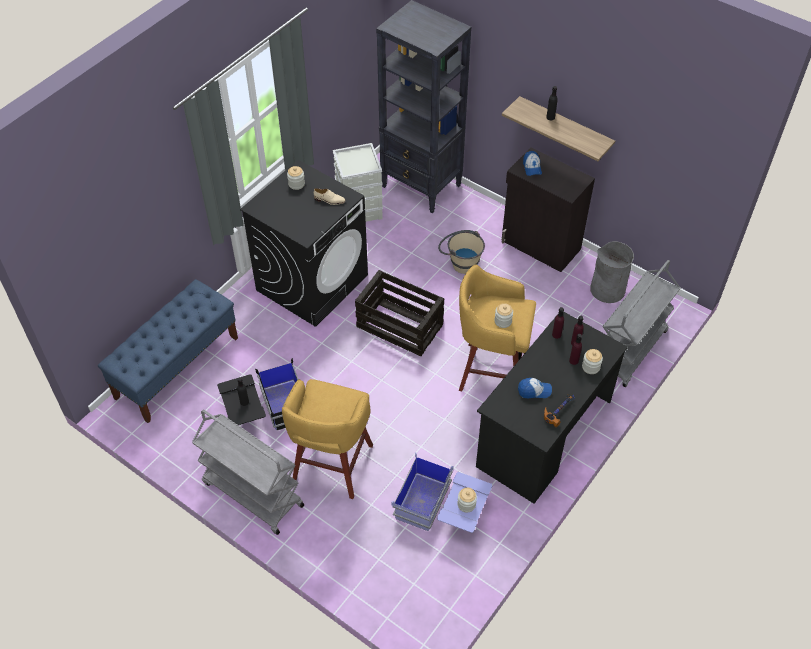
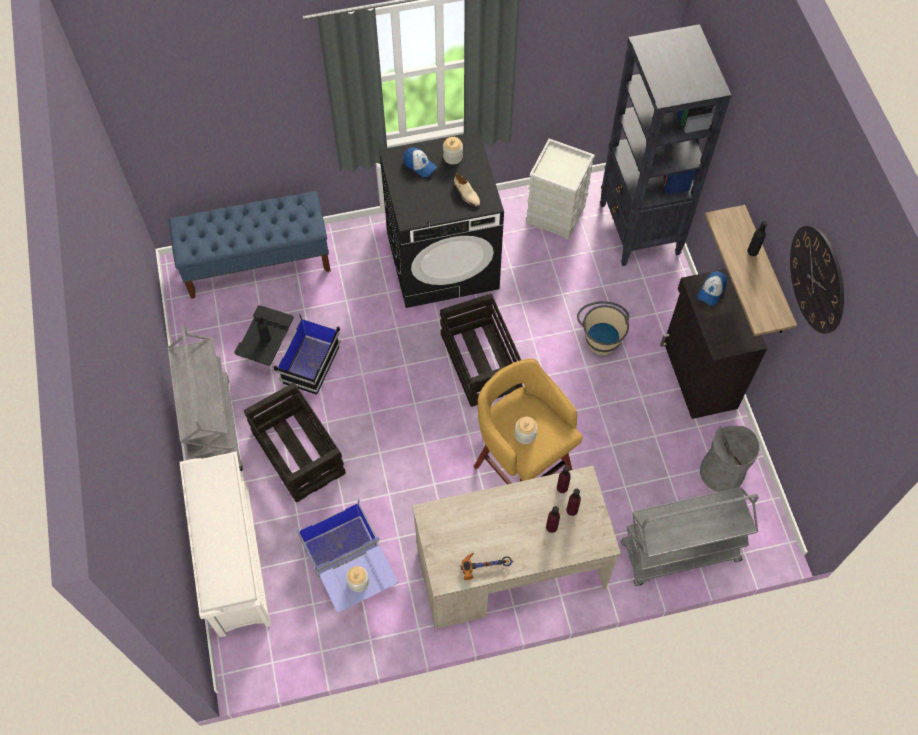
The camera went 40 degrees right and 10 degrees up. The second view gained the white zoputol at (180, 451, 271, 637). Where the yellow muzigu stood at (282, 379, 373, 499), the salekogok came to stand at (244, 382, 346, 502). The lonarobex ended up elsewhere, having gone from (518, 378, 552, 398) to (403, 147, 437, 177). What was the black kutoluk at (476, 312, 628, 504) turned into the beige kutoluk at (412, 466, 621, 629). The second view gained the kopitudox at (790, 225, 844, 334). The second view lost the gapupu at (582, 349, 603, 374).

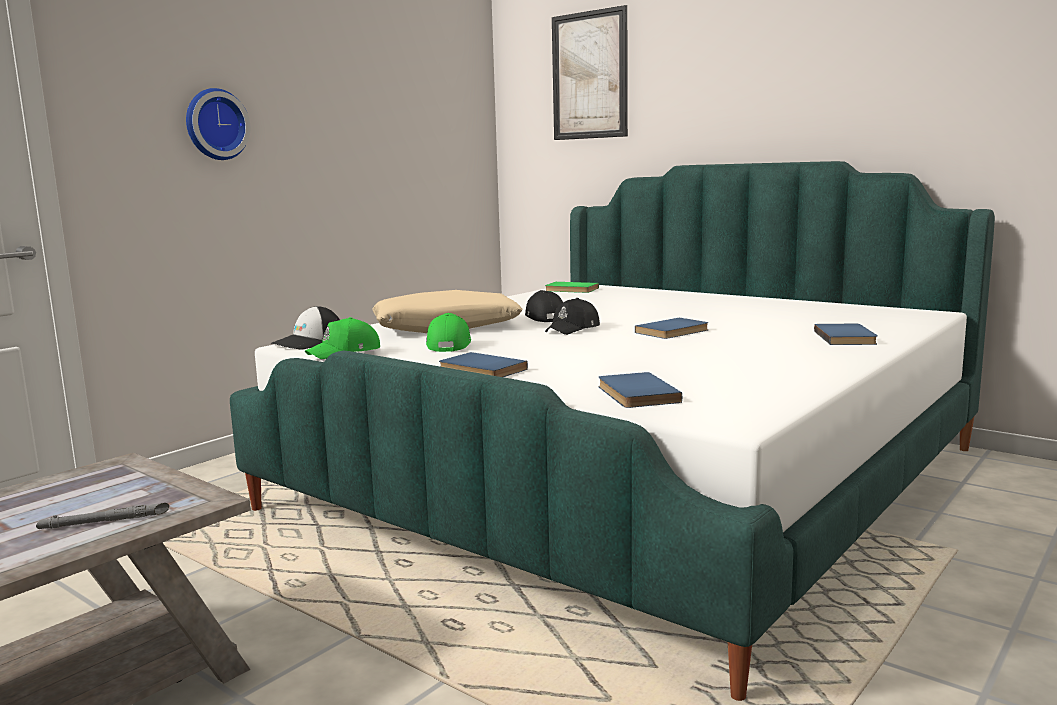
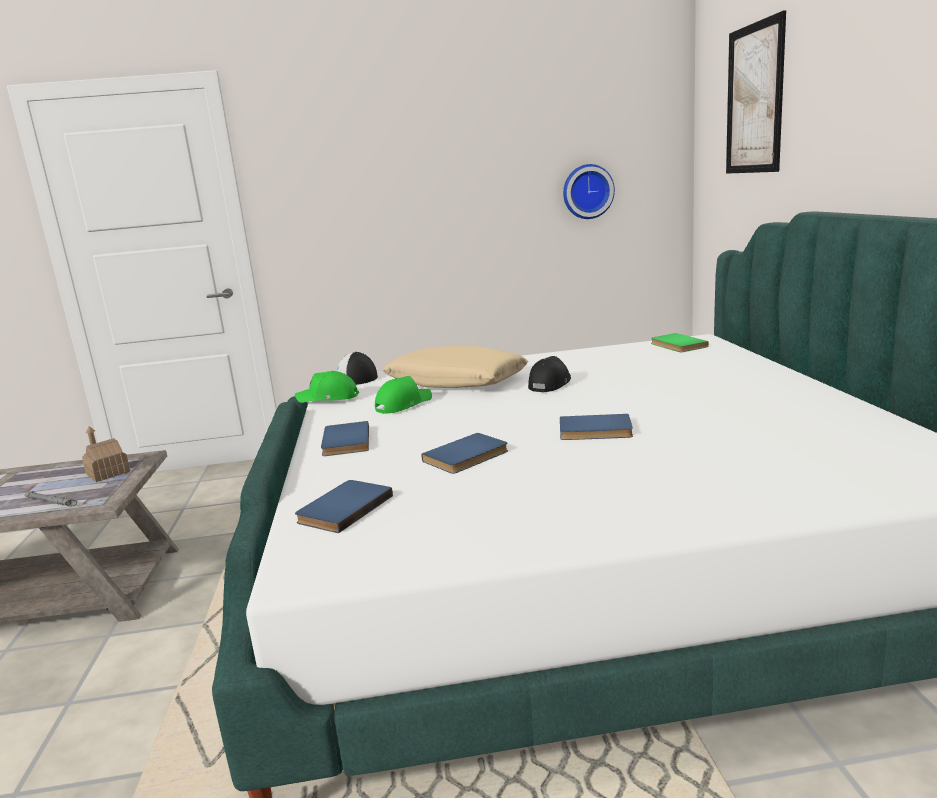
The camera went 45 degrees right and 5 degrees up. The second view gained the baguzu at (82, 426, 130, 482). The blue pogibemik ended up elsewhere, having gone from (814, 324, 877, 345) to (421, 433, 508, 474). The kopitudox ended up elsewhere, having gone from (186, 88, 250, 160) to (563, 164, 615, 219). The second view lost the black lonarobex at (545, 298, 600, 335).

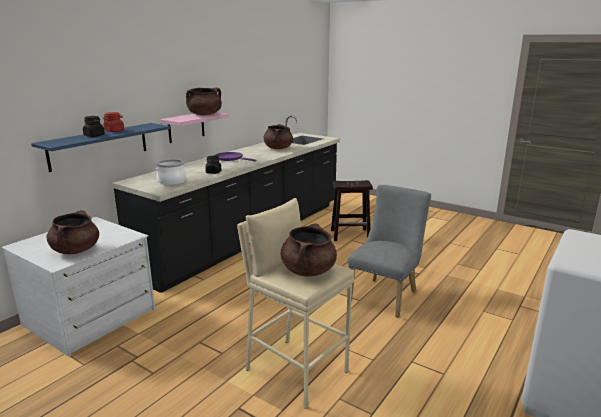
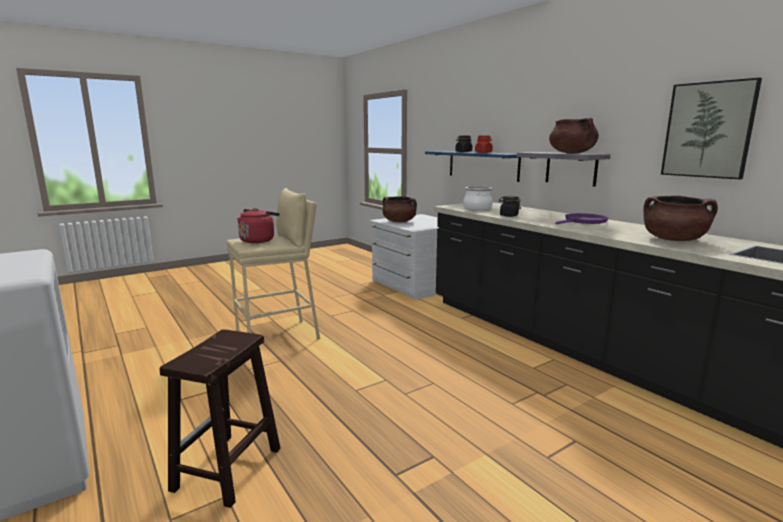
The camera went 110 degrees right and 5 degrees down. The brown muzigu ended up elsewhere, having gone from (331, 180, 373, 241) to (160, 329, 280, 508). Where the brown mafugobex stood at (281, 223, 337, 276), the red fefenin came to stand at (237, 208, 280, 243). What was the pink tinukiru at (160, 112, 229, 143) turned into the grey tinukiru at (517, 152, 611, 187). The second view gained the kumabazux at (661, 78, 762, 179). The second view lost the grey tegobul at (348, 185, 431, 318).

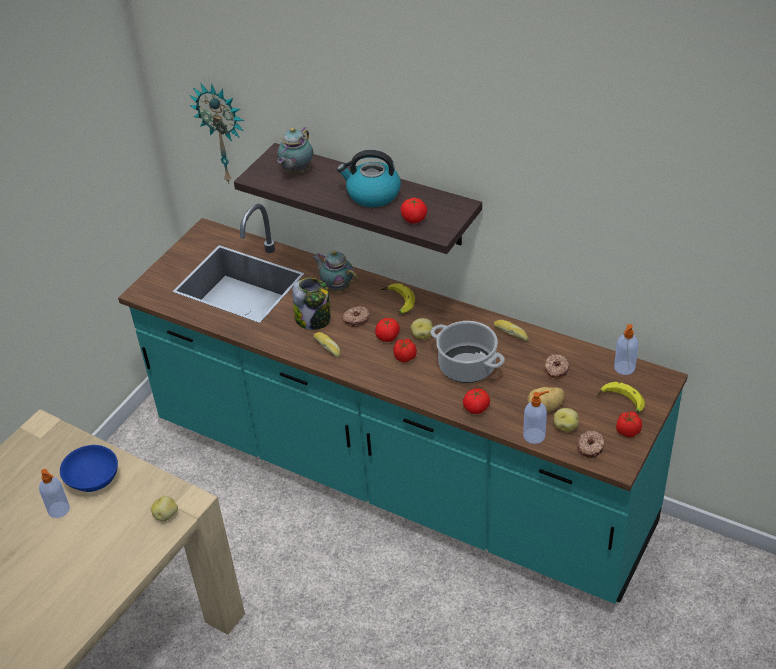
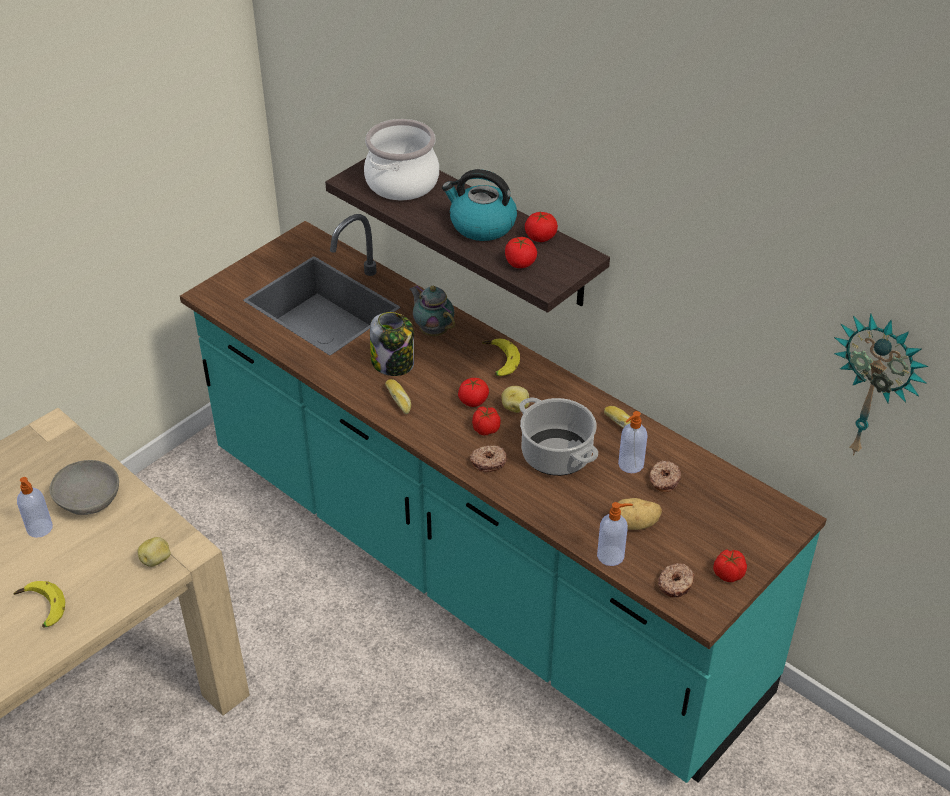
The camera went 10 degrees right and 0 degrees up. The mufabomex ended up elsewhere, having gone from (596, 382, 645, 413) to (13, 581, 65, 628). What was the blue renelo at (60, 445, 118, 492) turned into the grey renelo at (50, 460, 119, 515). Where the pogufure stood at (277, 127, 313, 173), the mafugobex came to stand at (364, 119, 439, 200). The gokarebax ended up elsewhere, having gone from (342, 306, 370, 327) to (470, 445, 507, 472). The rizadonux ended up elsewhere, having gone from (463, 388, 490, 414) to (525, 212, 558, 242). The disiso ended up elsewhere, having gone from (614, 324, 638, 375) to (618, 411, 648, 473). The kopitudox ended up elsewhere, having gone from (189, 84, 244, 184) to (834, 313, 928, 455). The second view lost the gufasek at (554, 408, 578, 432).

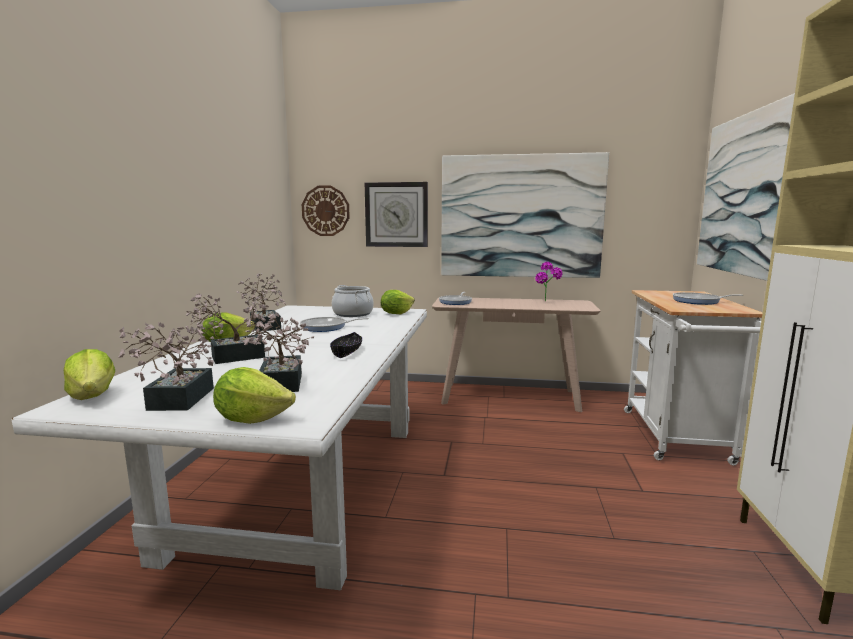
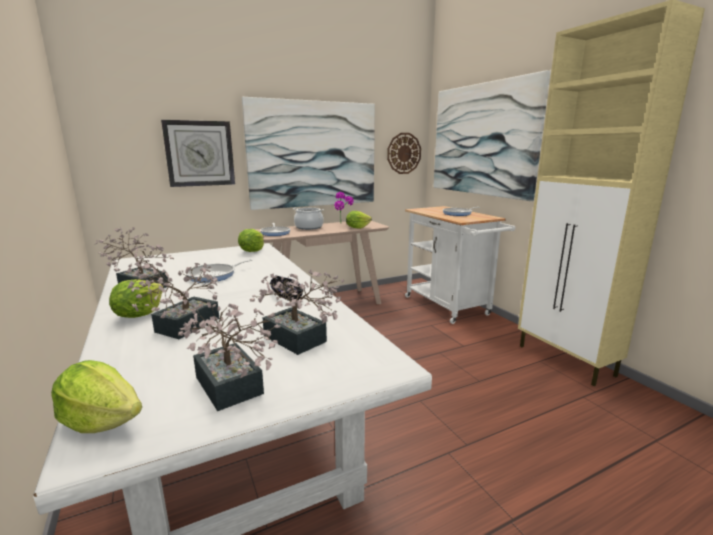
The camera went 35 degrees left and 5 degrees up. The mafugobex ended up elsewhere, having gone from (332, 285, 374, 317) to (293, 208, 324, 230). The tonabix ended up elsewhere, having gone from (213, 367, 296, 424) to (346, 211, 372, 229). The kopitudox ended up elsewhere, having gone from (302, 186, 350, 236) to (387, 133, 421, 174).

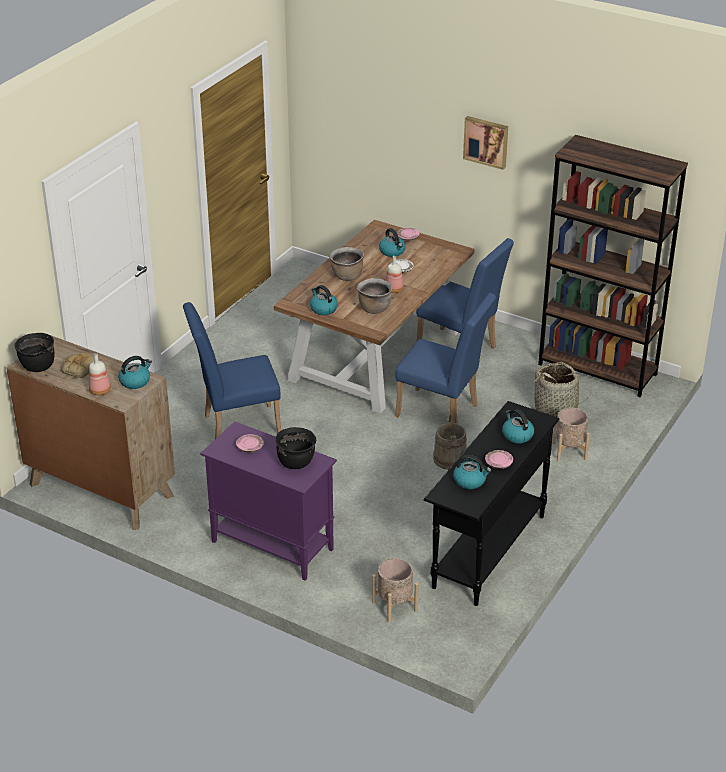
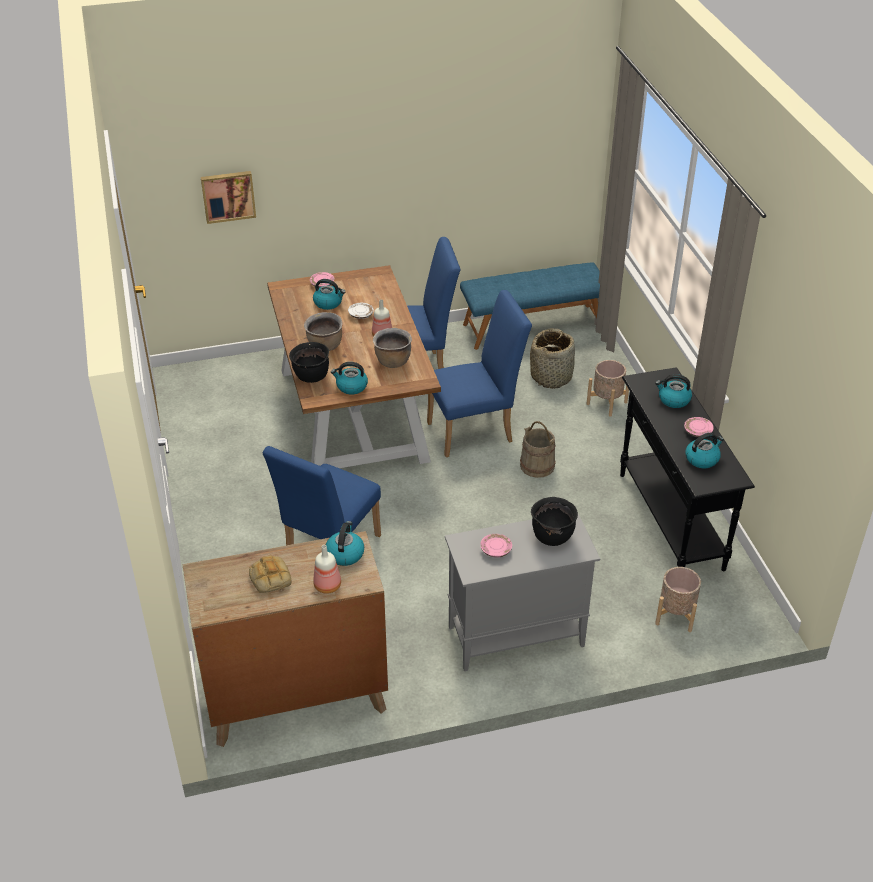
The camera went 45 degrees left and 5 degrees up. The kumabazux ended up elsewhere, having gone from (463, 116, 508, 170) to (201, 171, 256, 224). The black mafugobex ended up elsewhere, having gone from (14, 333, 55, 372) to (289, 342, 329, 383). What was the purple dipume at (200, 421, 337, 581) turned into the grey dipume at (445, 514, 600, 671). Where the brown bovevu stood at (538, 135, 688, 397), the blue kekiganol came to stand at (460, 262, 600, 350).

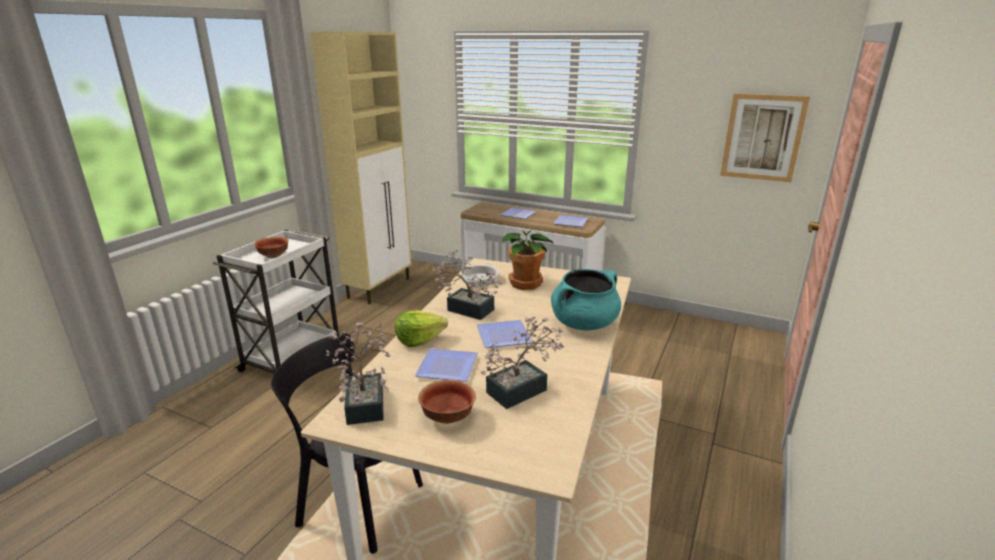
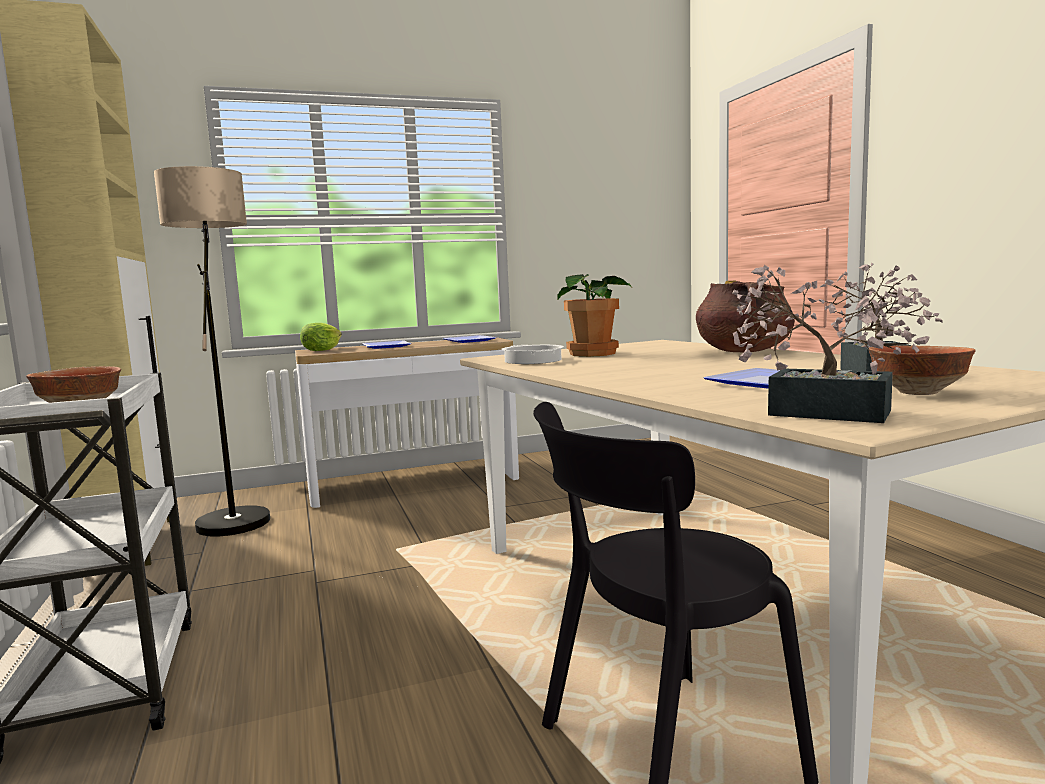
The camera went 45 degrees left and 15 degrees down. The second view gained the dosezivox at (154, 166, 270, 536). The tonabix ended up elsewhere, having gone from (395, 310, 448, 347) to (300, 323, 342, 351). What was the turquoise mafugobex at (551, 269, 621, 330) turned into the brown mafugobex at (696, 281, 795, 352). The second view lost the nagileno at (432, 250, 503, 320). The second view lost the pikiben at (476, 320, 532, 348). The second view lost the kumabazux at (720, 93, 810, 182).

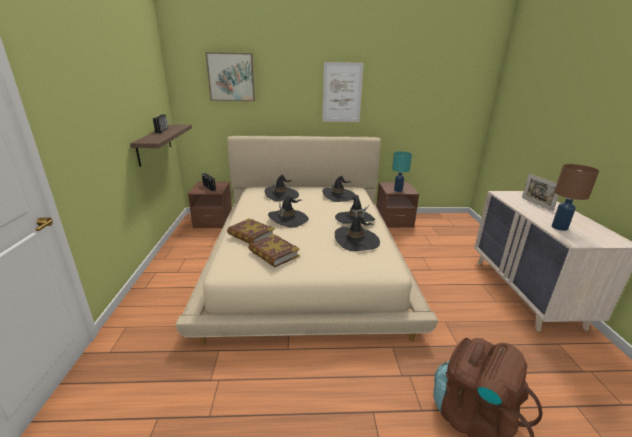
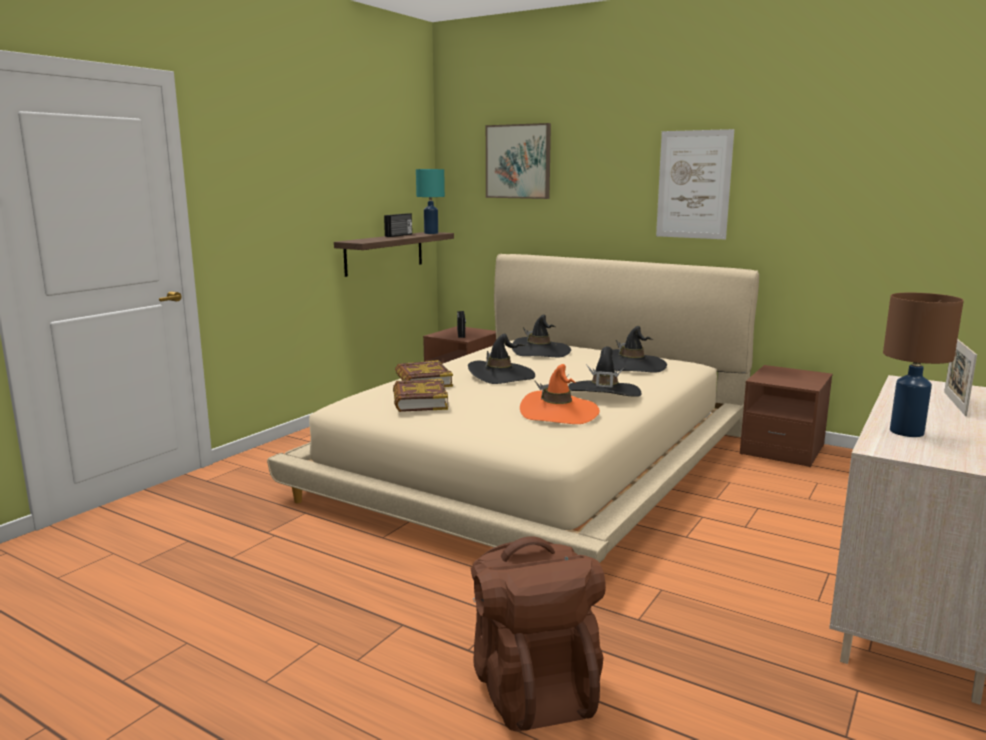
The camera went 35 degrees right and 10 degrees down. The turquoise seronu ended up elsewhere, having gone from (392, 152, 412, 192) to (416, 169, 445, 234). What was the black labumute at (335, 215, 380, 251) turned into the orange labumute at (520, 364, 600, 424).

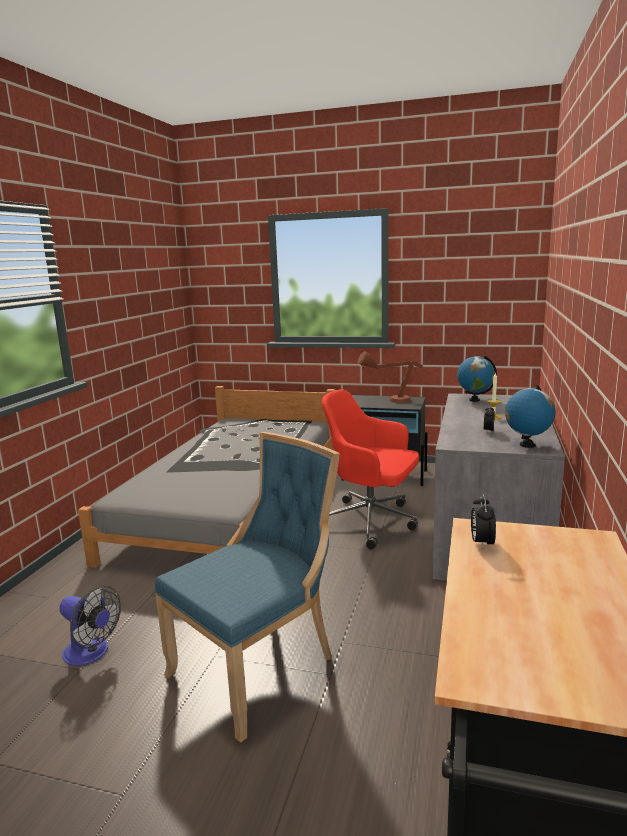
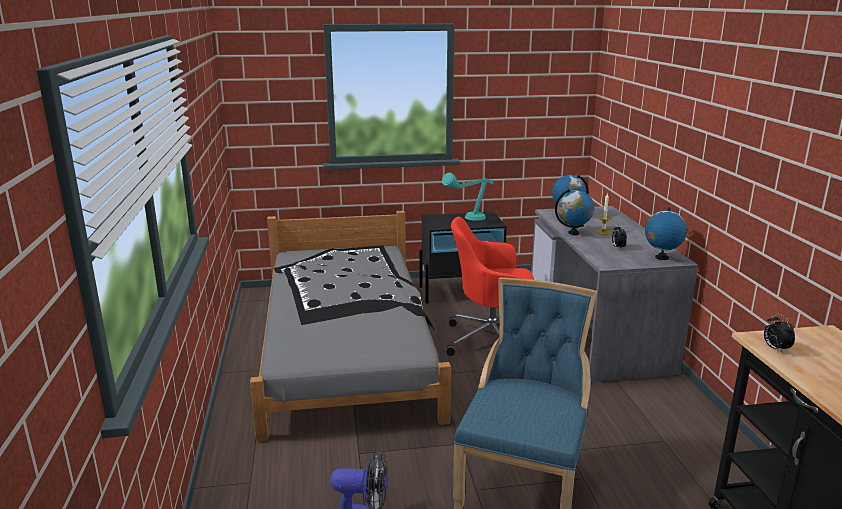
The camera went 25 degrees left and 5 degrees up. What was the brown seronu at (358, 351, 423, 403) turned into the turquoise seronu at (442, 173, 494, 221). The second view gained the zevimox at (555, 189, 594, 235).

